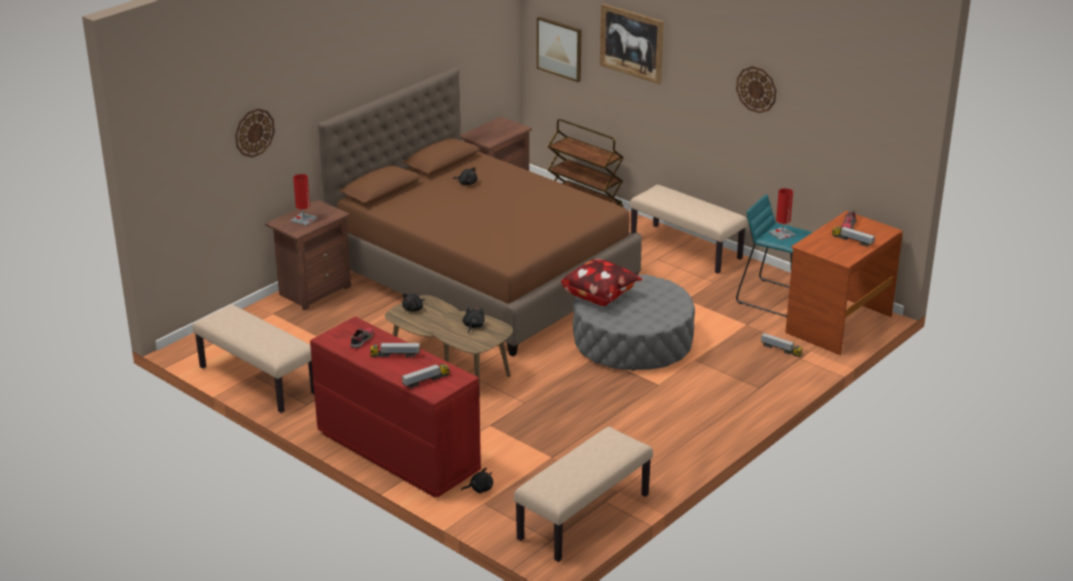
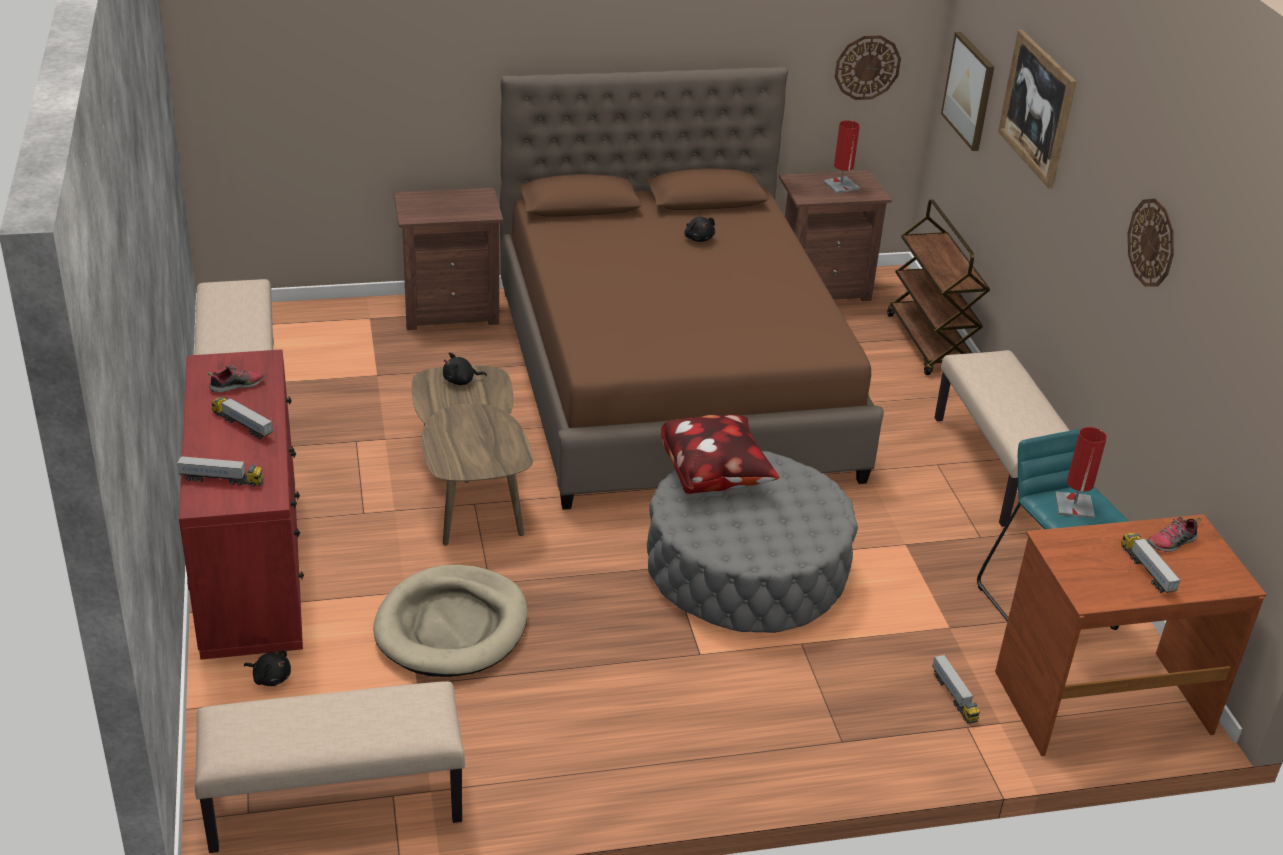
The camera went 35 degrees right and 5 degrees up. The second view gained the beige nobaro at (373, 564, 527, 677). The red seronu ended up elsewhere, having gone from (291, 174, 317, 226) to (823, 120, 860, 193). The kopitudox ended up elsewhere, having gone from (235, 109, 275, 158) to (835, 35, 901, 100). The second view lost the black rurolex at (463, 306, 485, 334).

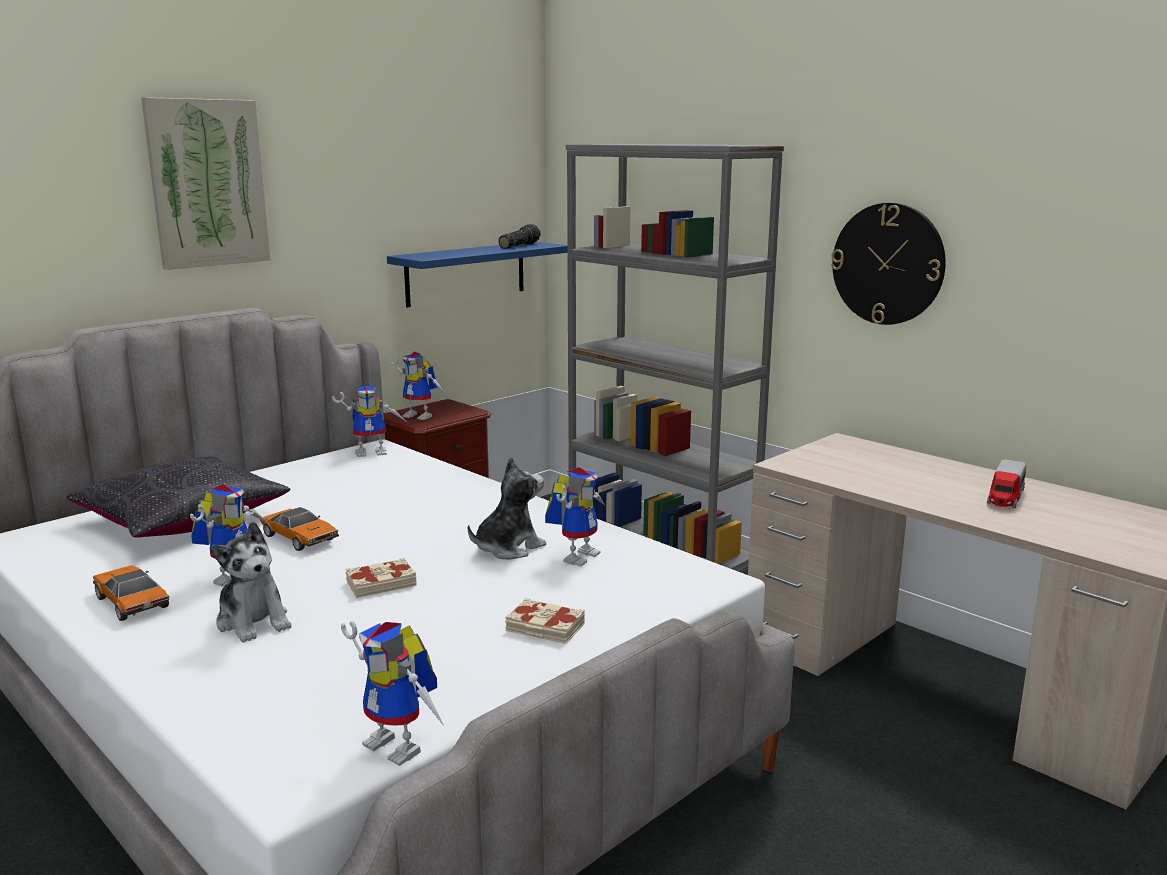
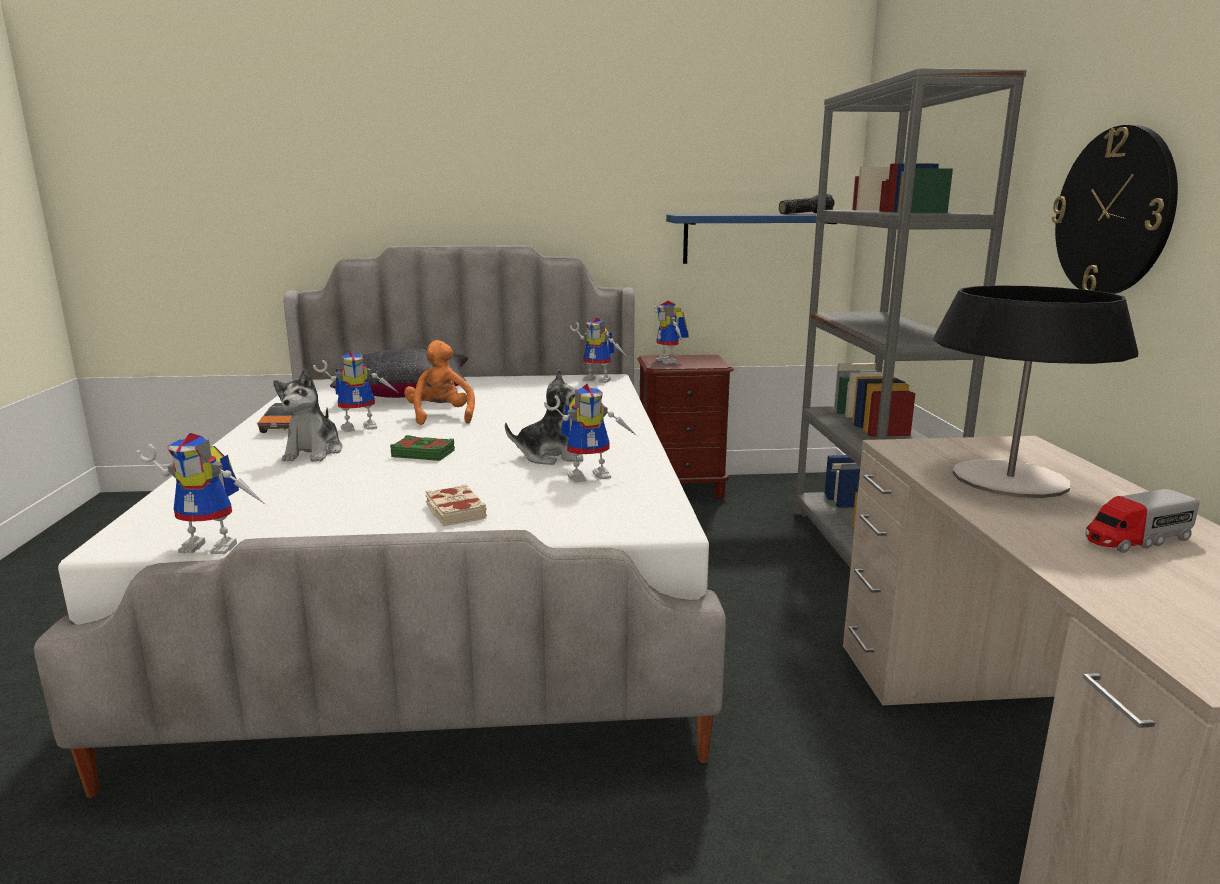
The camera went 40 degrees right and 0 degrees up. The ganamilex at (341, 621, 444, 766) ended up facing another way, 75 degrees counterclockwise from before. What was the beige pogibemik at (345, 558, 417, 598) turned into the green pogibemik at (390, 435, 455, 461). Where the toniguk stood at (260, 507, 339, 551), the orange rurolex came to stand at (404, 340, 475, 425). The second view gained the seronu at (933, 285, 1138, 498). The second view lost the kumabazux at (141, 97, 271, 270).

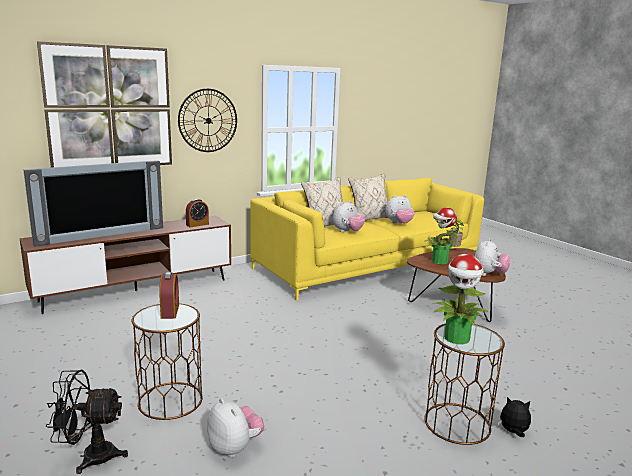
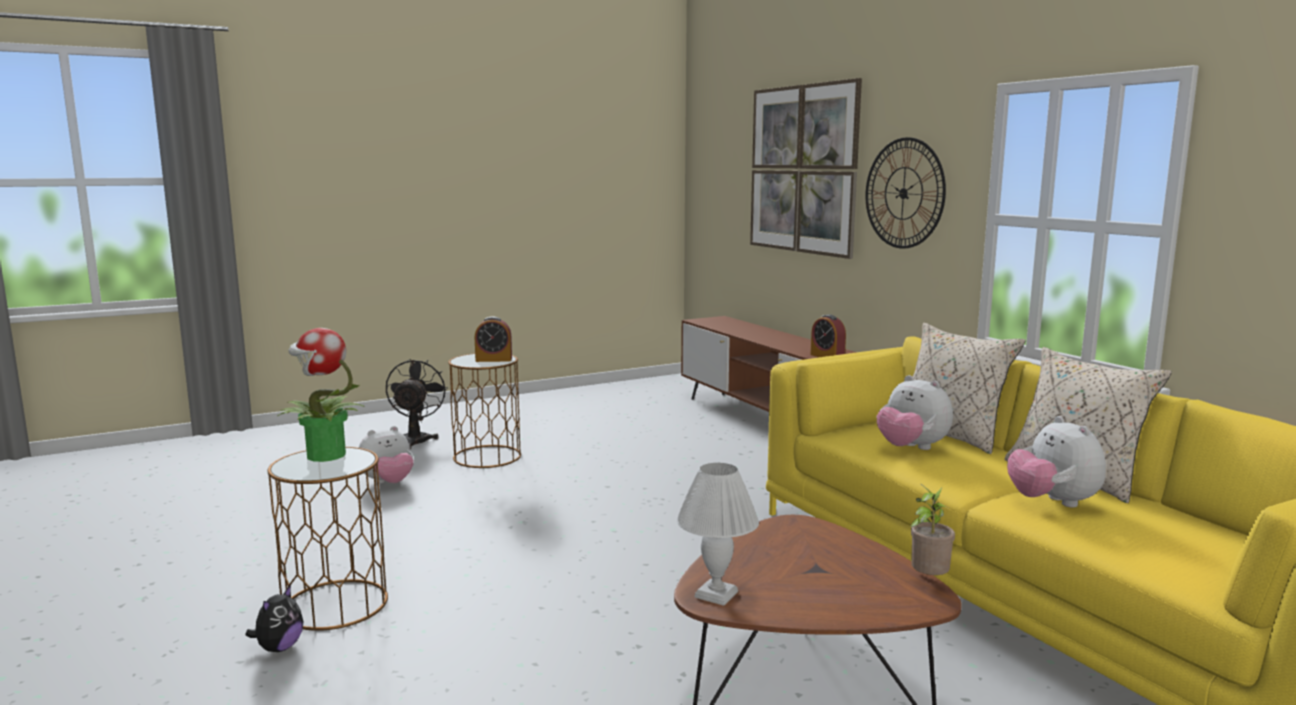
The camera went 95 degrees right and 5 degrees down. Where the rurolex stood at (475, 238, 510, 276), the white seronu came to stand at (677, 463, 759, 606). The second view lost the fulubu at (23, 160, 163, 247). The second view lost the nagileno at (424, 207, 459, 264).

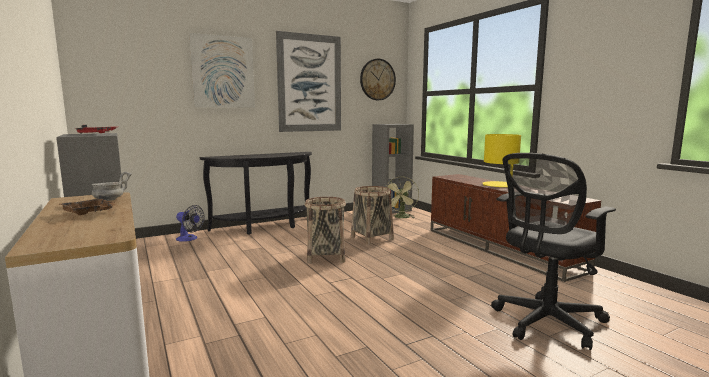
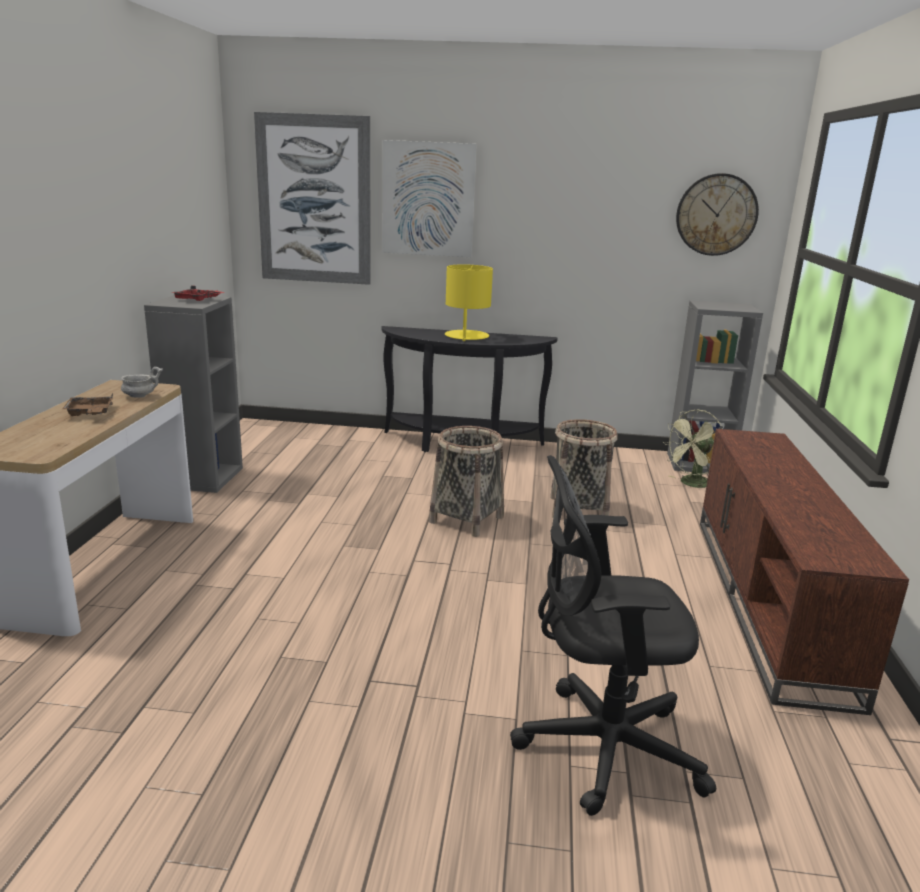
The camera went 35 degrees right and 10 degrees up. The kumabazux ended up elsewhere, having gone from (276, 31, 341, 132) to (254, 112, 371, 285). The yellow seronu ended up elsewhere, having gone from (482, 134, 521, 187) to (445, 264, 493, 341). The second view lost the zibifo at (176, 205, 205, 242).

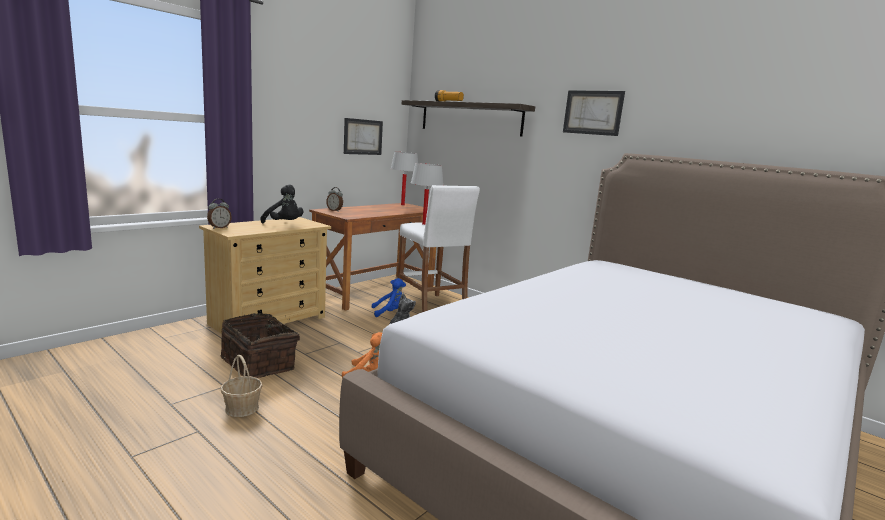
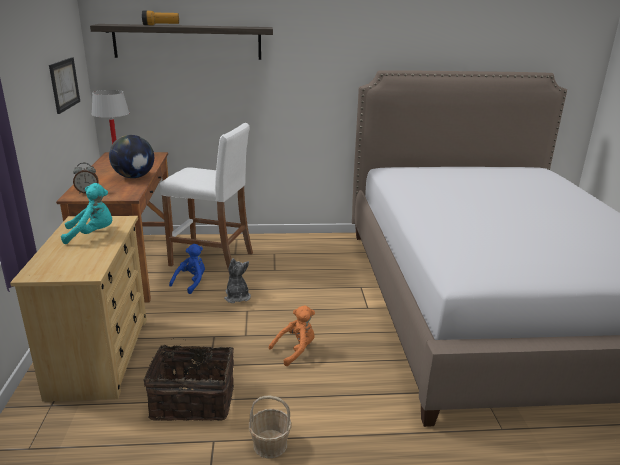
The camera went 45 degrees left and 10 degrees up. What was the black rurolex at (260, 185, 303, 223) turned into the turquoise rurolex at (61, 183, 112, 244). The second view gained the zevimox at (109, 135, 154, 178). The second view lost the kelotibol at (207, 199, 232, 229). The second view lost the white seronu at (411, 163, 444, 225). The second view lost the kumabazux at (563, 90, 625, 136).

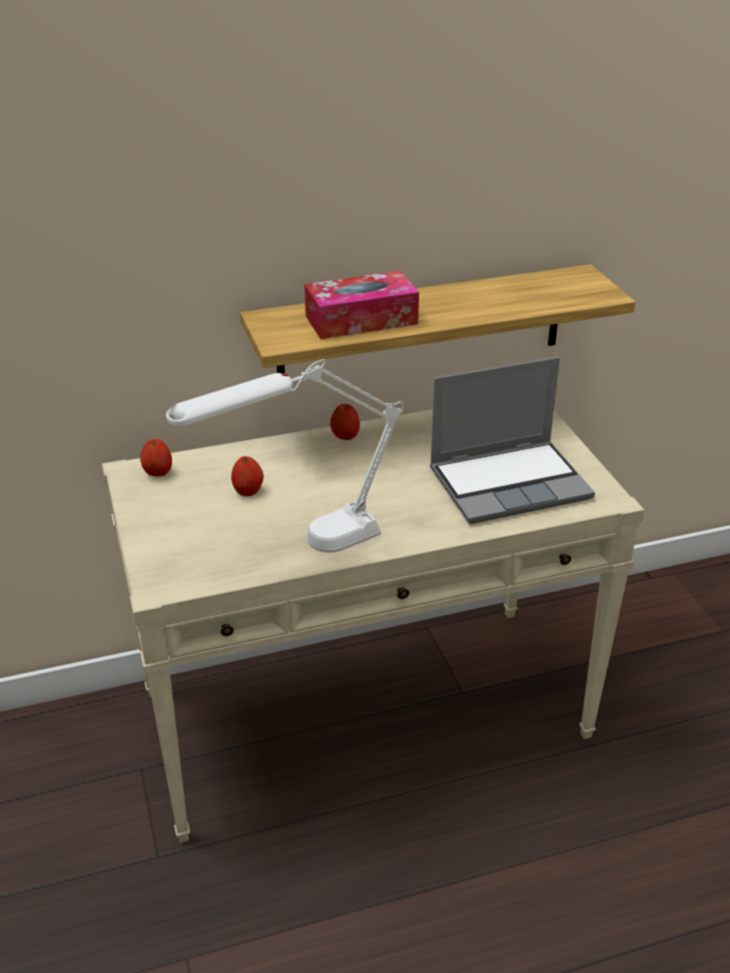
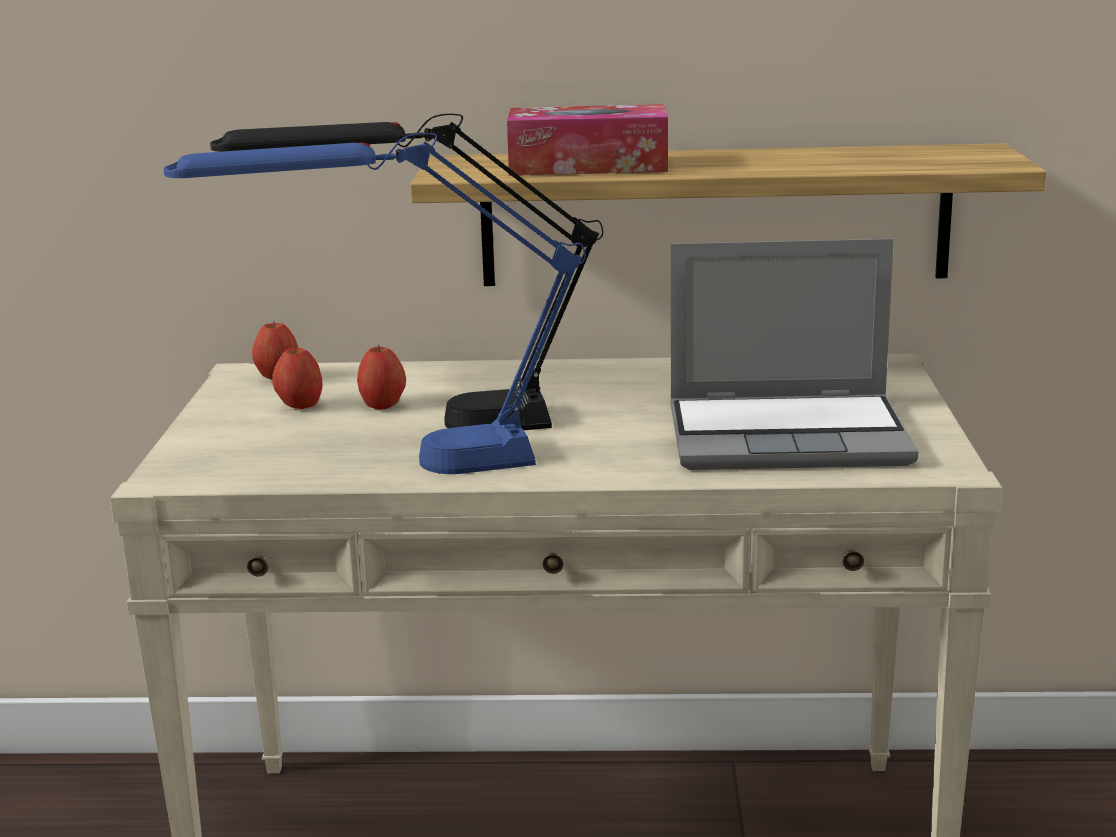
The camera went 20 degrees right and 15 degrees down. What was the white seronu at (166, 359, 404, 553) turned into the blue seronu at (164, 133, 586, 474). The second view gained the black seronu at (210, 114, 603, 430). The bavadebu ended up elsewhere, having gone from (330, 404, 360, 440) to (272, 346, 322, 409).

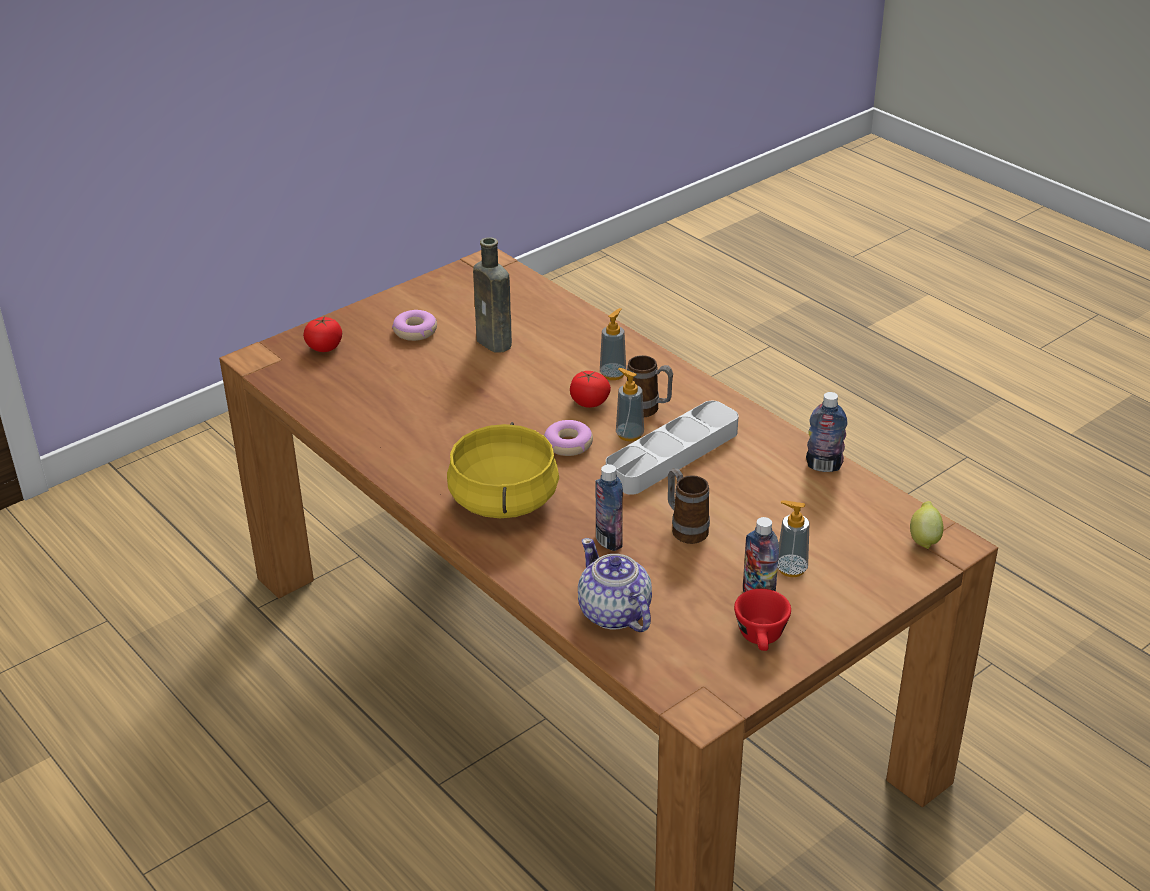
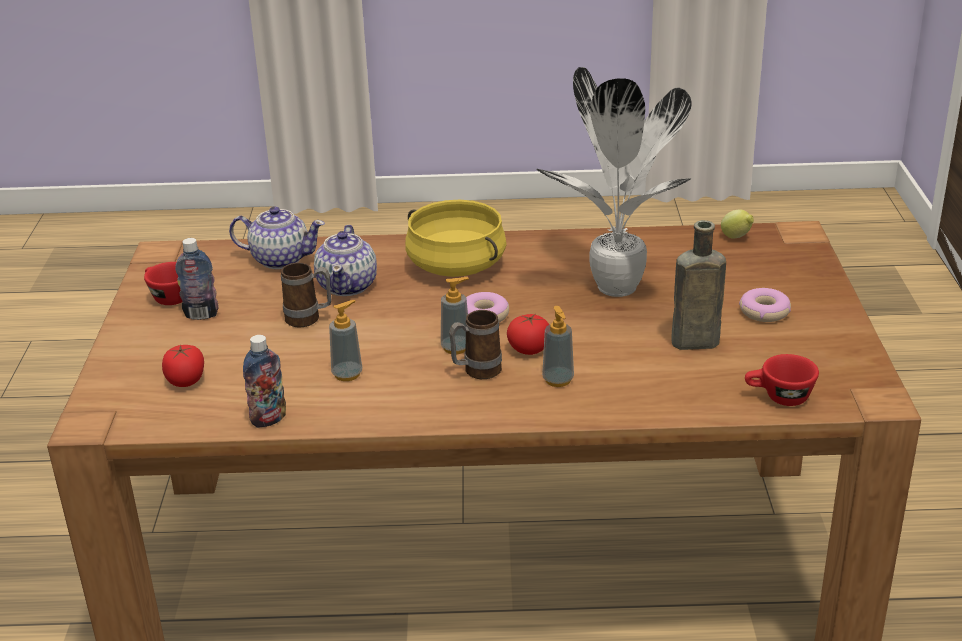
The camera went 130 degrees right and 5 degrees down. The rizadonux ended up elsewhere, having gone from (303, 317, 342, 352) to (162, 345, 204, 387). Where the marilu stood at (595, 464, 623, 551), the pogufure came to stand at (314, 225, 377, 296). The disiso ended up elsewhere, having gone from (778, 500, 809, 577) to (329, 300, 362, 381). The second view gained the nagileno at (536, 67, 692, 297). The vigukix ended up elsewhere, having gone from (910, 501, 943, 549) to (721, 209, 754, 239). The second view gained the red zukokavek at (745, 354, 819, 406). The second view lost the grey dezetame at (606, 401, 739, 495).

